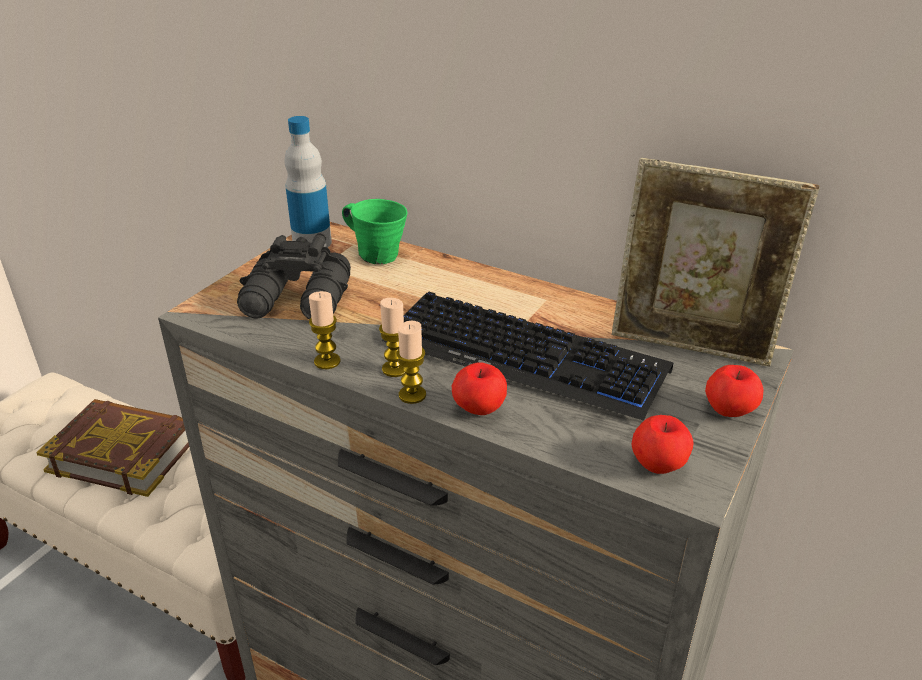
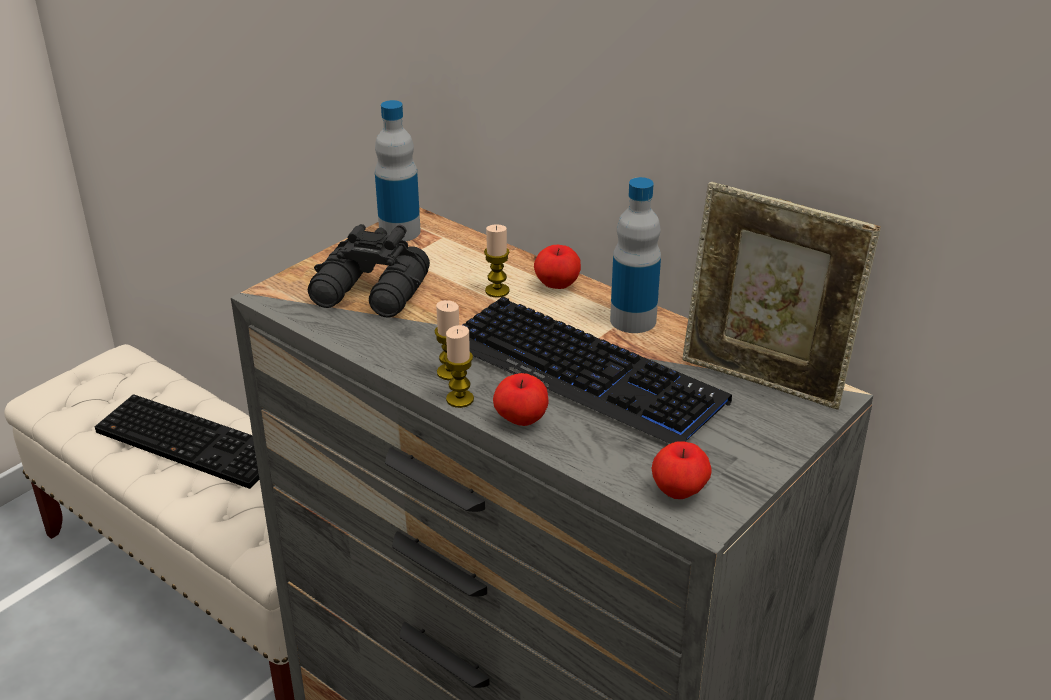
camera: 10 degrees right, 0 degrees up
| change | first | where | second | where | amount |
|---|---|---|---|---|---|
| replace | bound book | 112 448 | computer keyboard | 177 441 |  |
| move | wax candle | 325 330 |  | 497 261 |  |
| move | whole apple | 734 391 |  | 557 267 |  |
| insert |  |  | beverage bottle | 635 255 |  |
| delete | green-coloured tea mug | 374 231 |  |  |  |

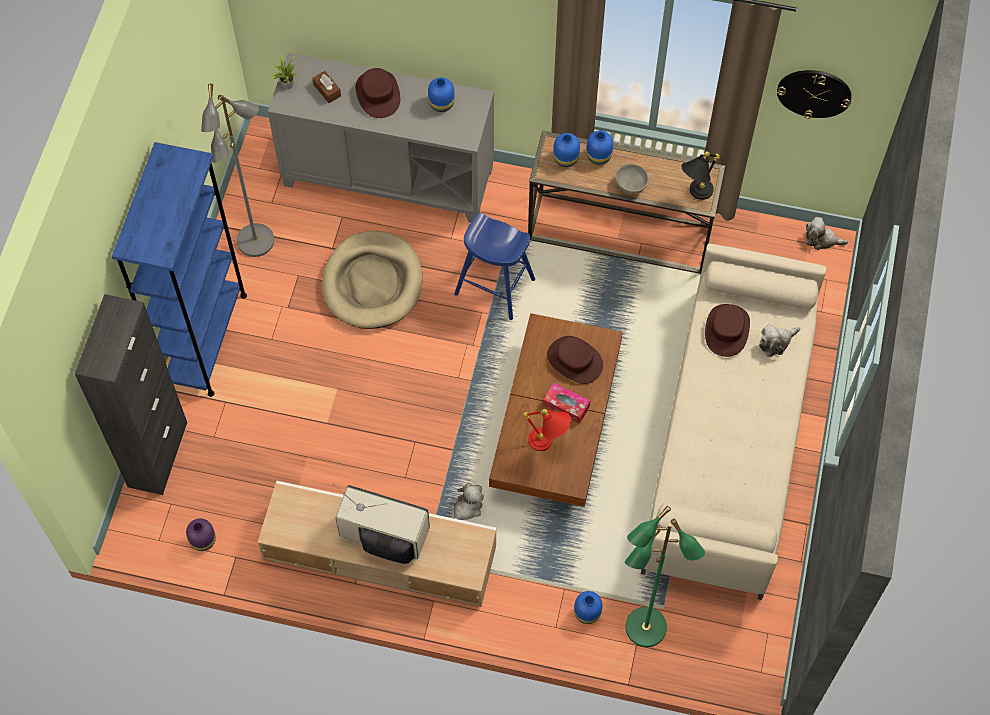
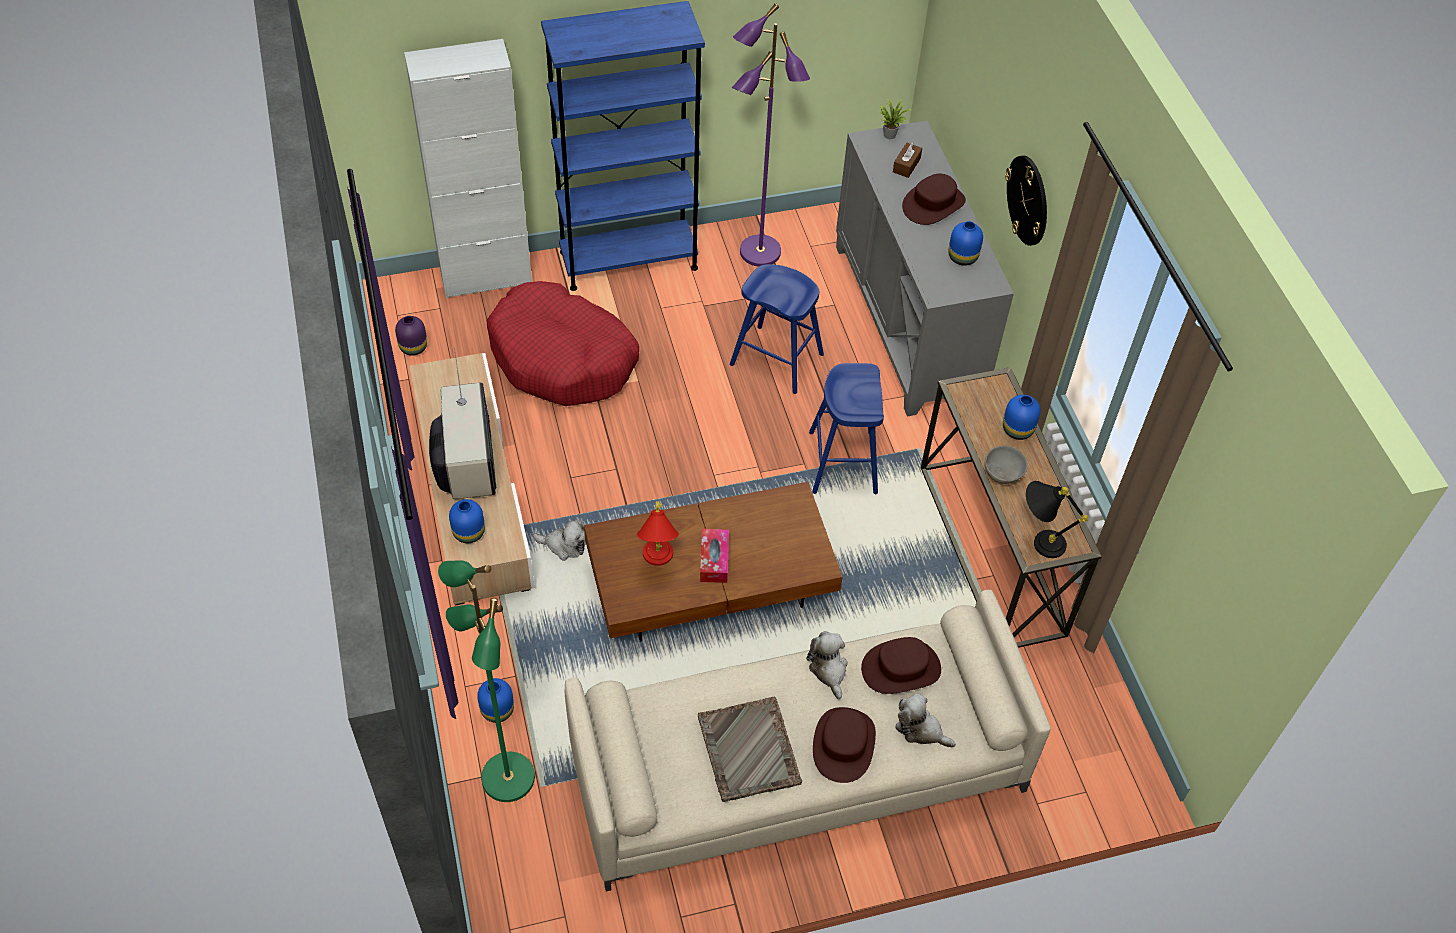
camera: 60 degrees right, 10 degrees down
| change | first | where | second | where | amount |
|---|---|---|---|---|---|
| recolor | black cupboard | 131 394 | whitish cupboard | 468 169 |  |
| move | bluish vase | 566 150 |  | 467 521 |  |
| insert |  |  | red pet bed | 563 343 |  |
| insert |  |  | gray carrying tray | 750 749 |  |
| replace | beige-coloured pet bed | 372 280 | bluish stool seat | 777 329 |  |
| recolor | gray standard lamp | 237 170 | purple standard lamp | 771 135 |  |
| move | soft toy | 826 233 |  | 826 665 |  |
| move | brownish hat | 575 360 |  | 844 745 |  |
| move | wall clock | 814 94 |  | 1026 200 |  |

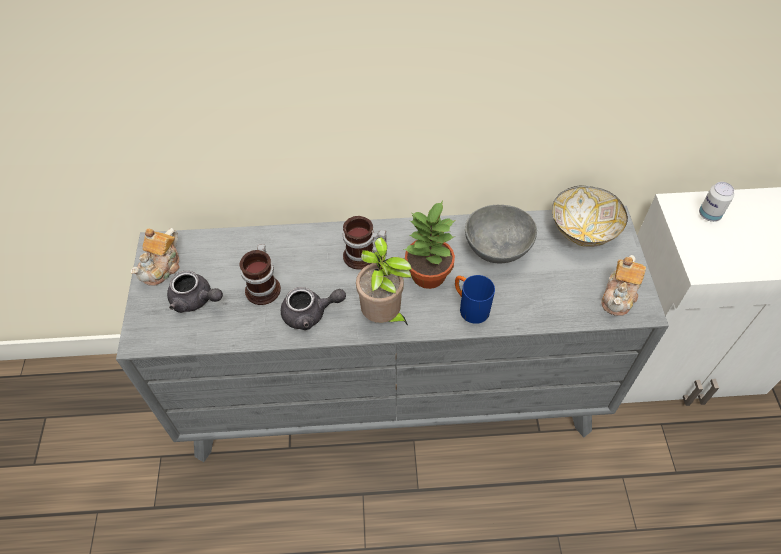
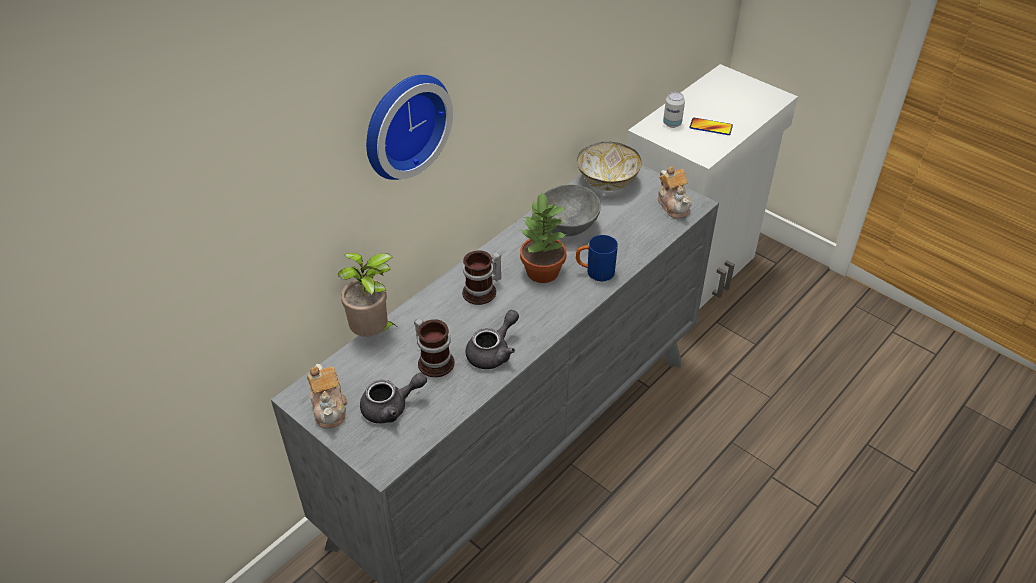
camera: 45 degrees left, 10 degrees down
| change | first | where | second | where | amount |
|---|---|---|---|---|---|
| move | plant in a pot | 384 281 |  | 367 295 |  |
| insert |  |  | wall clock | 409 127 |  |
| insert |  |  | phone | 711 126 |  |

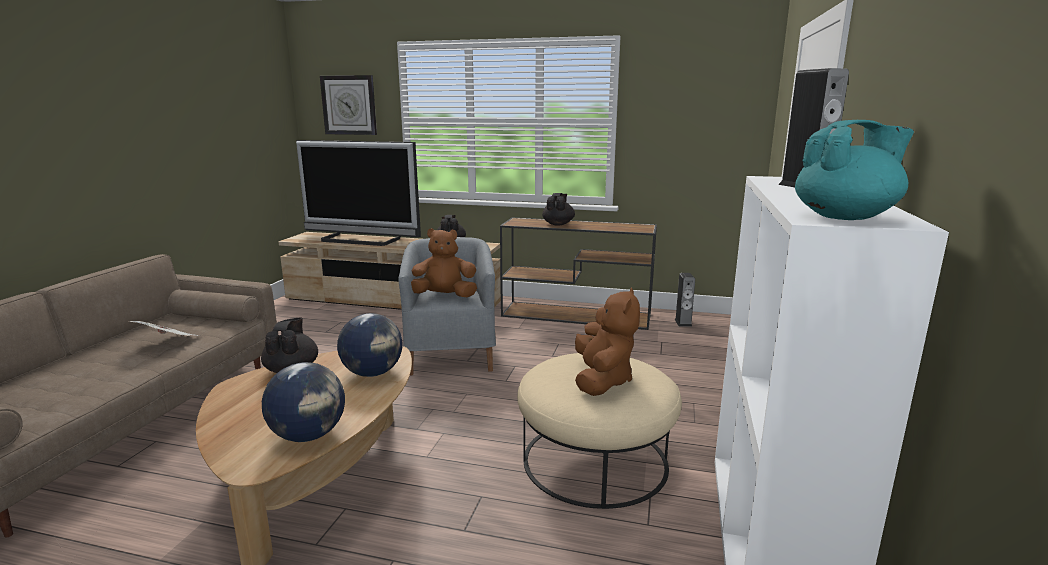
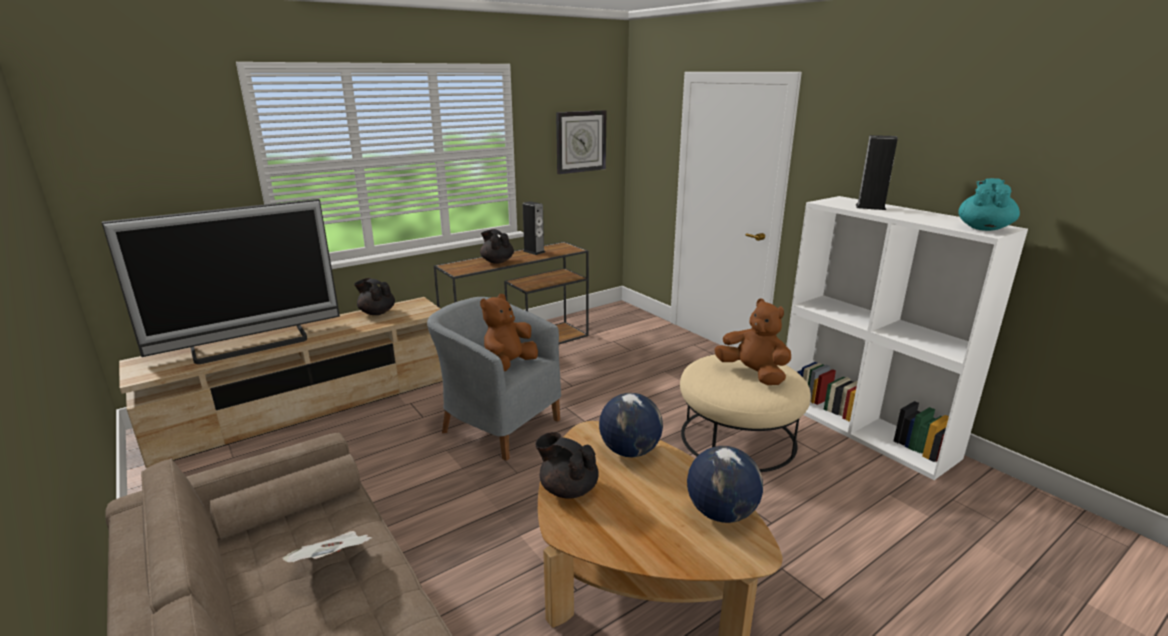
camera: 50 degrees left, 5 degrees up
| change | first | where | second | where | amount |
|---|---|---|---|---|---|
| move | audio speaker | 684 300 |  | 534 228 |  |
| move | wall clock | 348 105 |  | 581 142 |  |

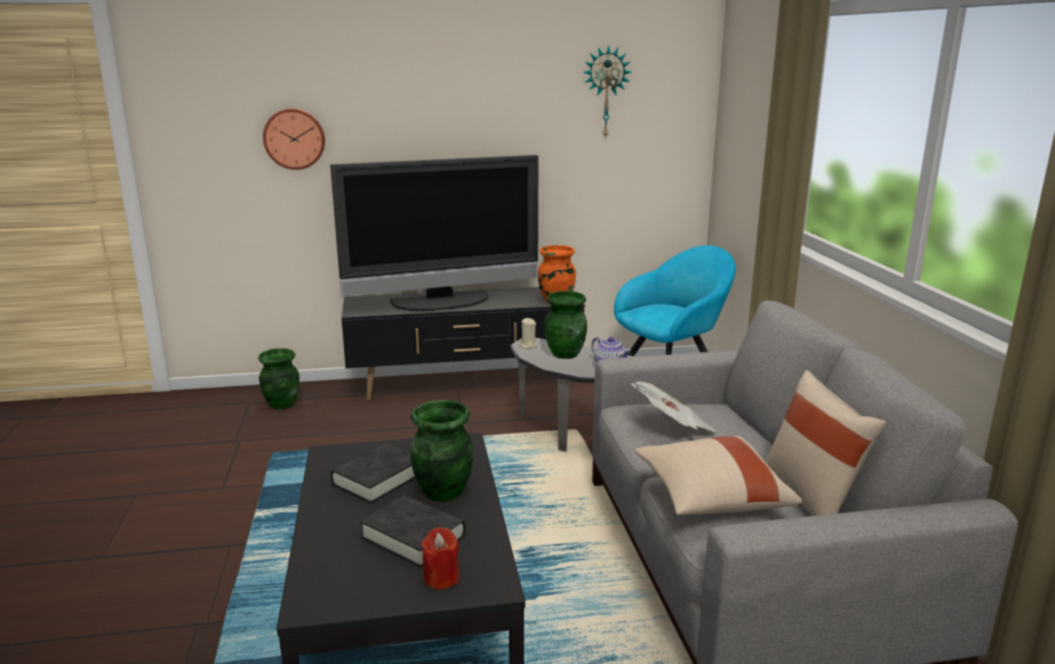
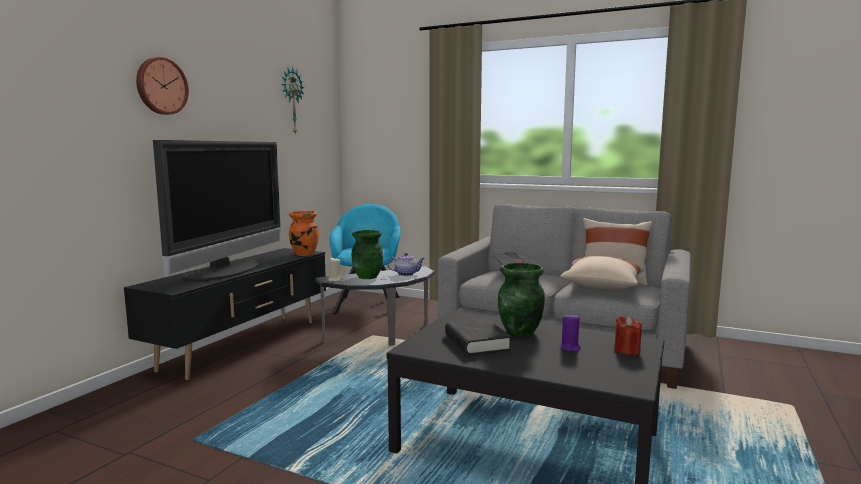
camera: 55 degrees left, 10 degrees down
| change | first | where | second | where | amount |
|---|---|---|---|---|---|
| move | wall clock | 294 139 |  | 162 86 |  |
| replace | black bound book | 413 531 | purple wax candle | 570 332 |  |
| delete | green-coloured vase | 278 378 |  |  |  |

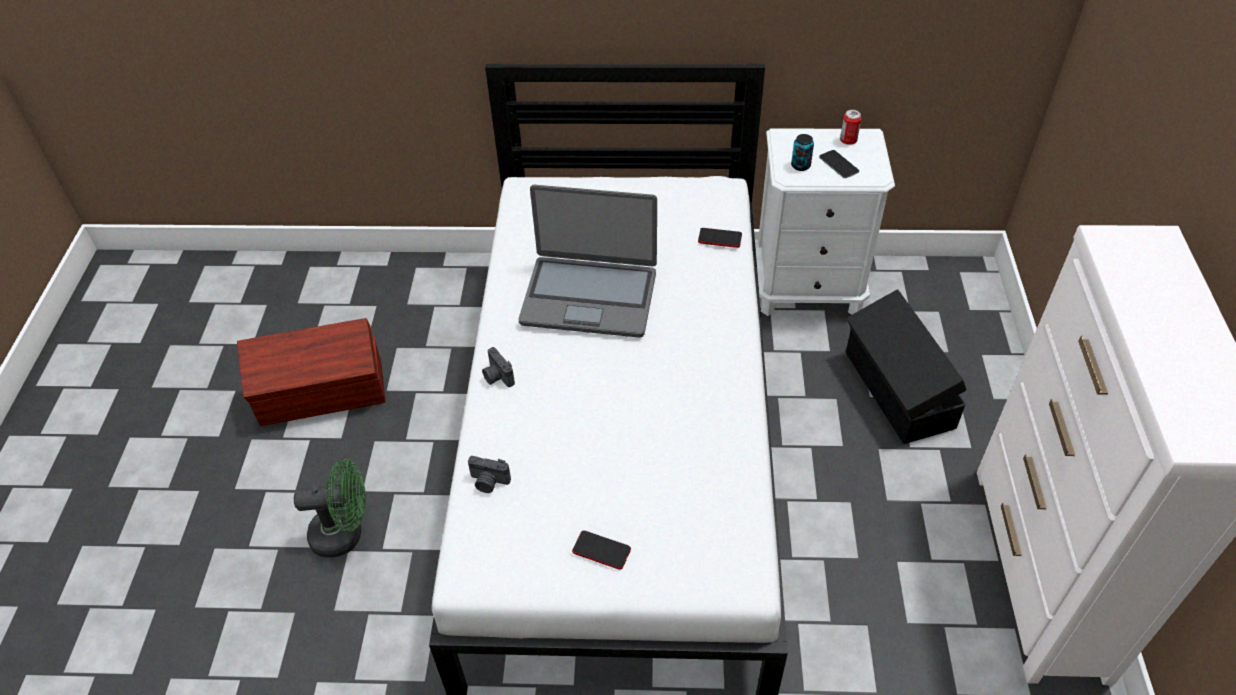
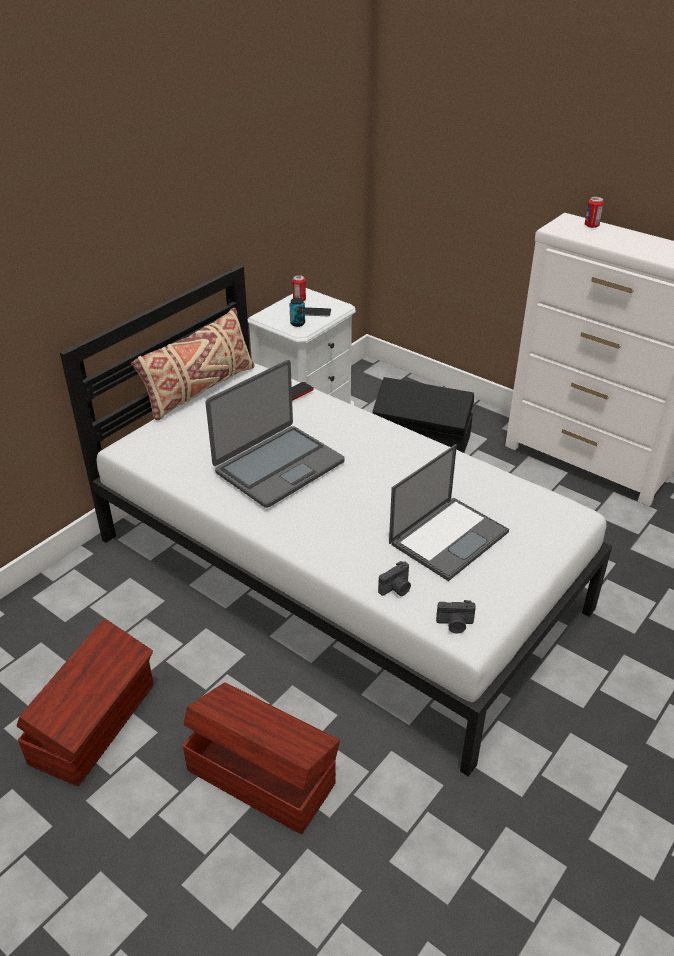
camera: 55 degrees left, 10 degrees down
| change | first | where | second | where | amount |
|---|---|---|---|---|---|
| insert |  |  | beige-coloured throw pillow | 193 364 |  |
| replace | green-coloured electric fan | 330 508 | brownish storage bin | 261 758 |  |
| insert |  |  | portable computer | 449 512 |  |
| move | photo camera | 498 367 |  | 456 617 |  |
| insert |  |  | metal can | 594 212 |  |
| delete | phone | 601 550 |  |  |  |

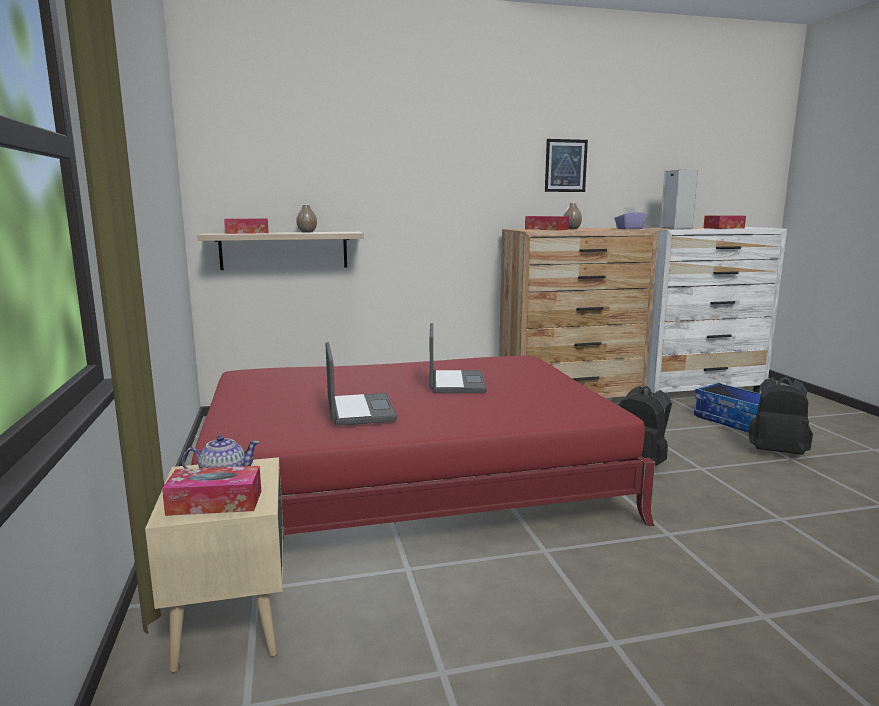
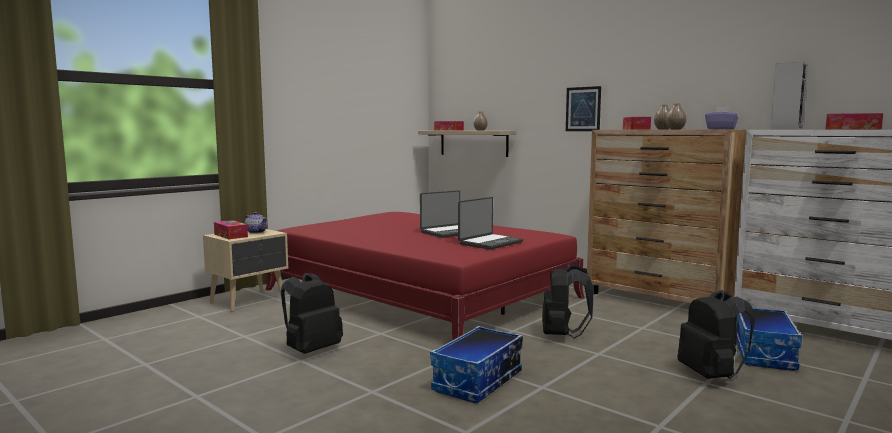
camera: 55 degrees right, 5 degrees down
| change | first | where | second | where | amount |
|---|---|---|---|---|---|
| insert |  |  | black backpack | 312 313 |  |
| insert |  |  | storage bin | 476 364 |  |
| move | portable computer | 362 384 |  | 490 223 |  |
| move | wall picture | 566 165 |  | 583 108 |  |
| insert |  |  | vase | 676 116 |  |

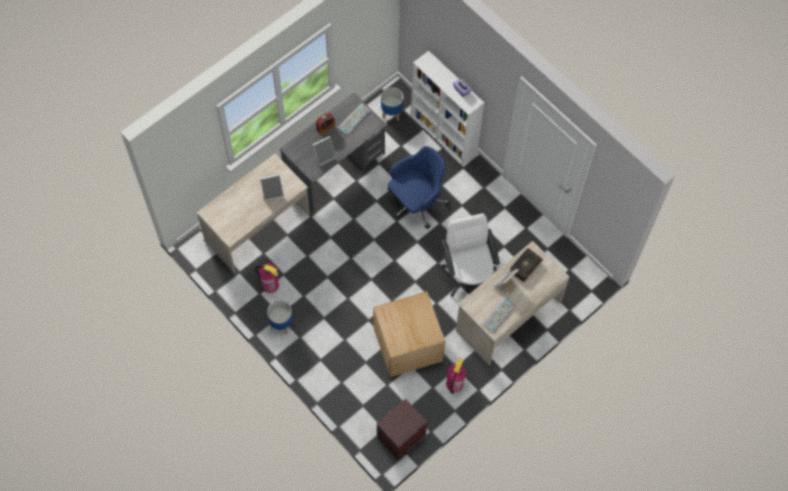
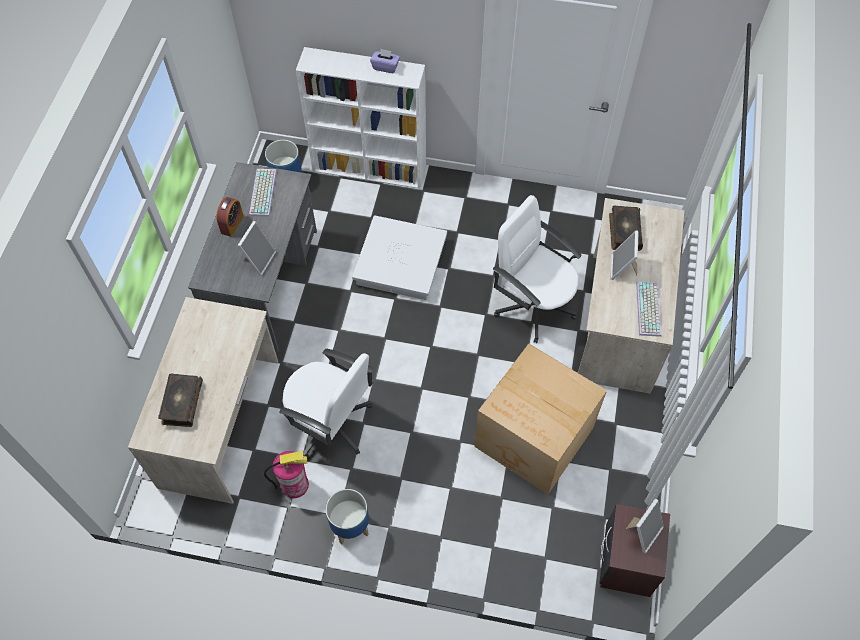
camera: 35 degrees left, 5 degrees down
| change | first | where | second | where | amount |
|---|---|---|---|---|---|
| insert |  |  | bound book | 180 400 |  |
| insert |  |  | whitish computer chair | 326 404 |  |
| replace | bluish computer chair | 419 187 | whitish storage bin | 399 257 |  |
| move | standing frame | 272 187 |  | 645 526 |  |
| delete | fire extinguisher | 456 376 |  |  |  |

